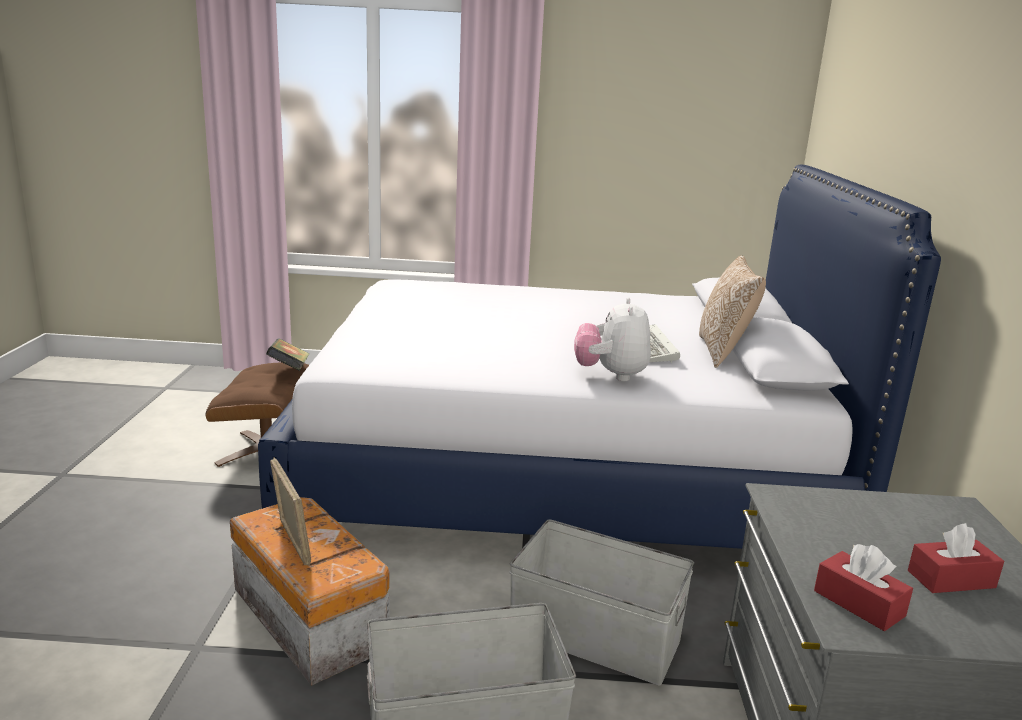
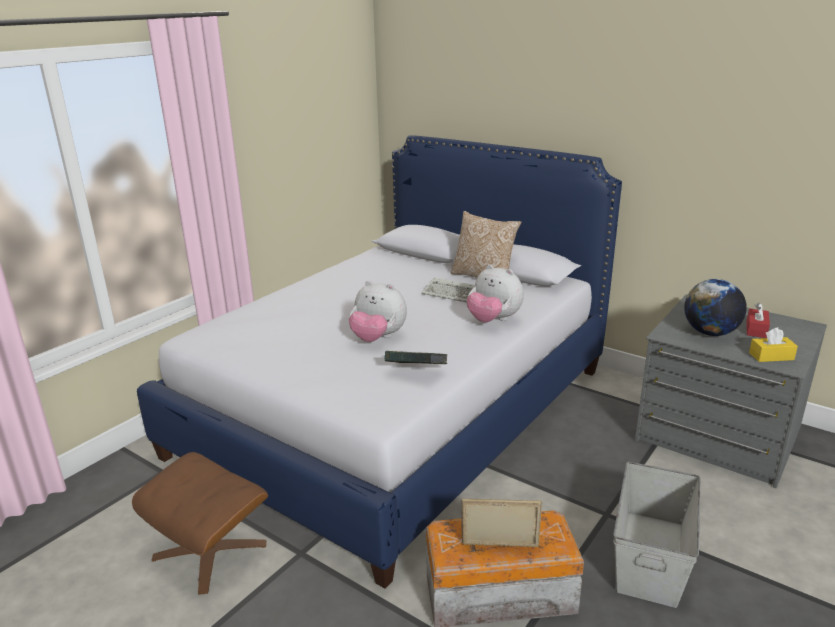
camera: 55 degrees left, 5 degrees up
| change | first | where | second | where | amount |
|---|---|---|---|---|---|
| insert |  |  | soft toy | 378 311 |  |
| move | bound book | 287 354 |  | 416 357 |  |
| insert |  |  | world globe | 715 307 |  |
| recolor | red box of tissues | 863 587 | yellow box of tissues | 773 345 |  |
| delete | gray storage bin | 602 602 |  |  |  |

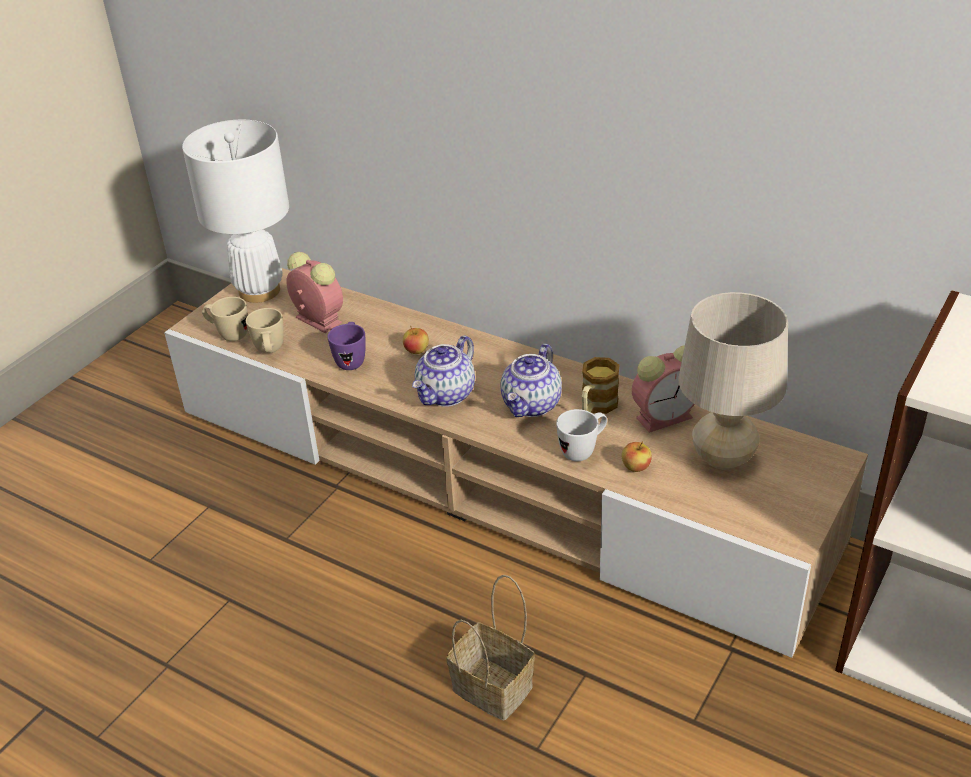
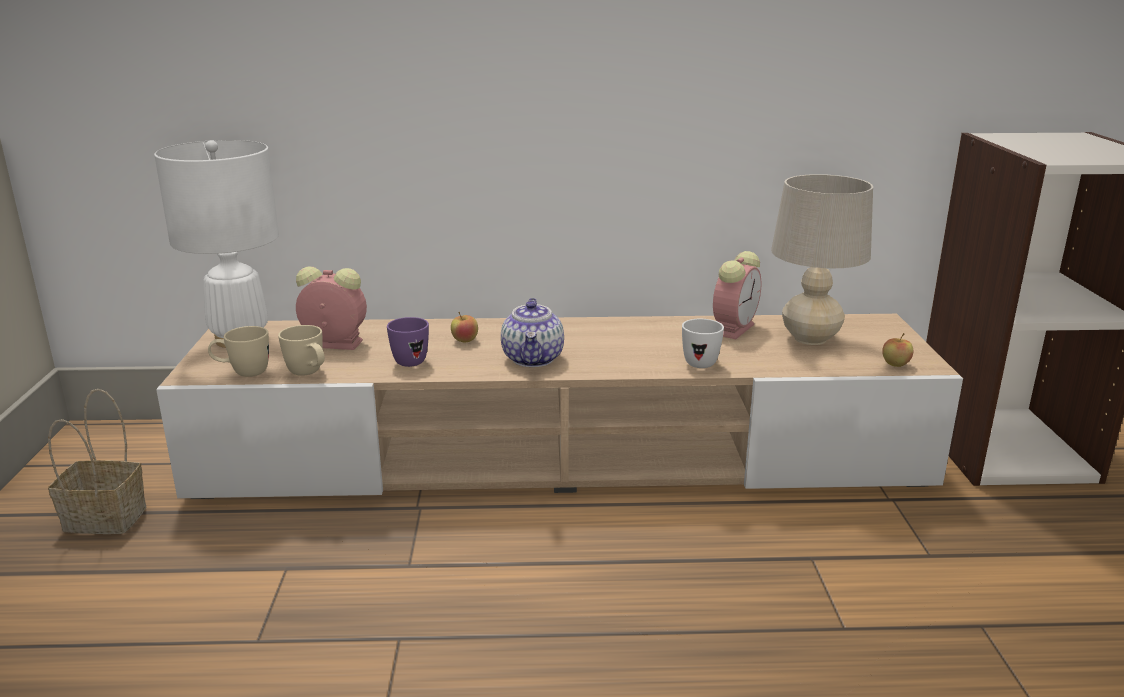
camera: 35 degrees left, 15 degrees down
| change | first | where | second | where | amount |
|---|---|---|---|---|---|
| move | basket | 490 648 |  | 97 461 |  |
| move | whole apple | 637 456 |  | 897 350 |  |
| delete | tea pot | 531 380 |  |  |  |
| delete | tea mug | 601 385 |  |  |  |

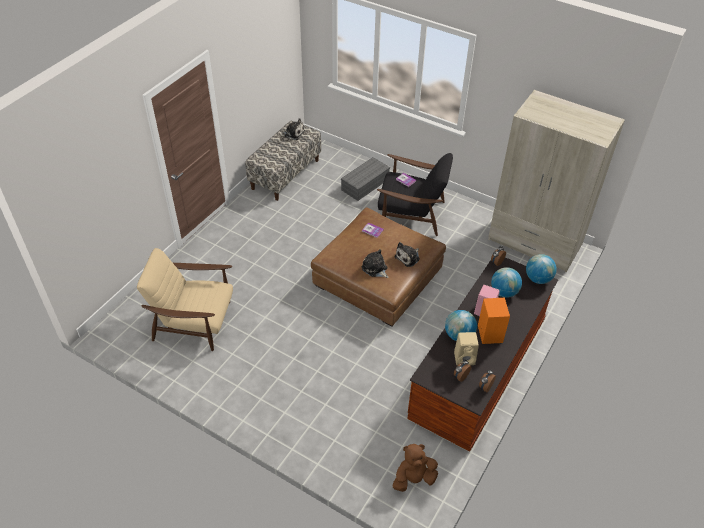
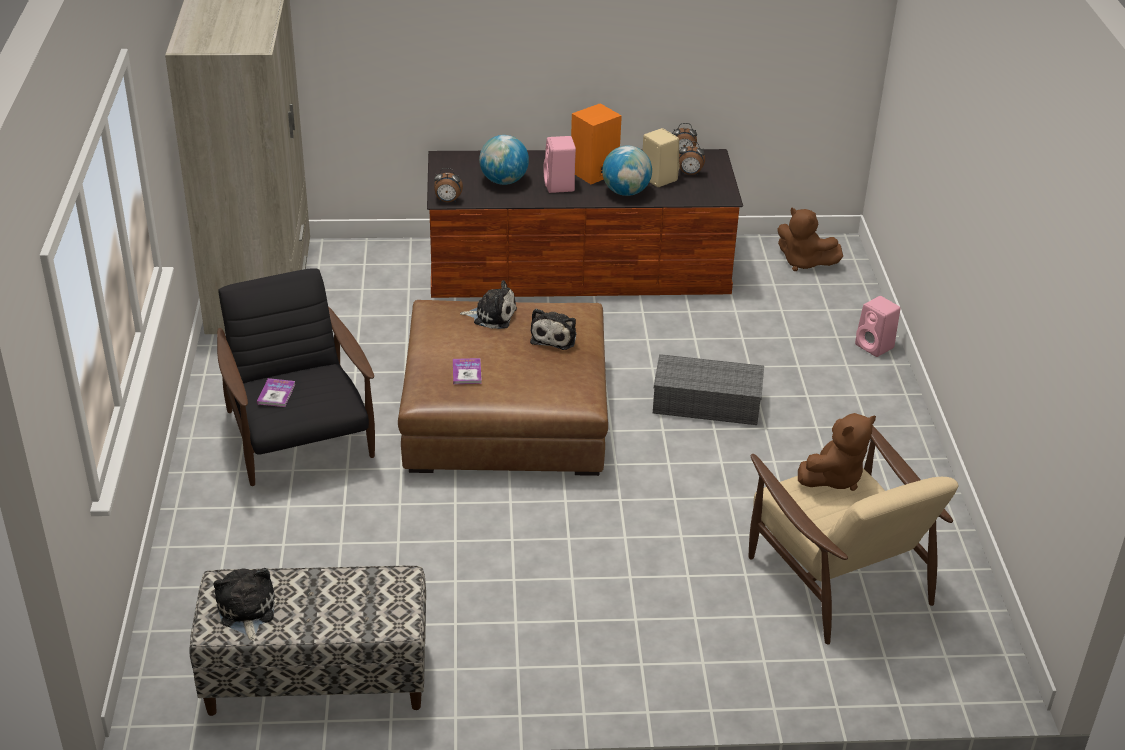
camera: 125 degrees left, 10 degrees down
| change | first | where | second | where | amount |
|---|---|---|---|---|---|
| move | gray storage bin | 365 179 |  | 708 389 |  |
| insert |  |  | brownish soft toy | 837 452 |  |
| insert |  |  | pink audio speaker | 877 326 |  |
| delete | world globe | 541 269 |  |  |  |

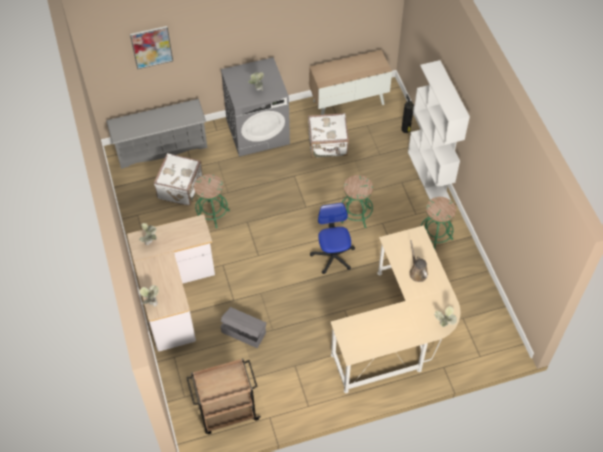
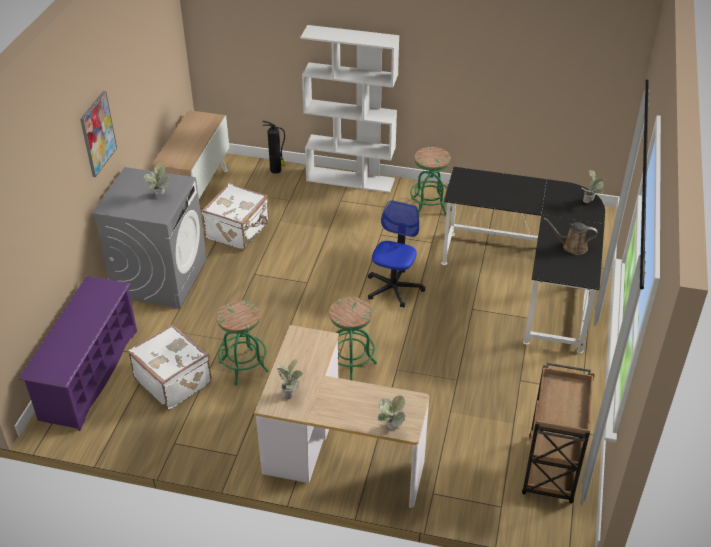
camera: 60 degrees left, 15 degrees down
| change | first | where | second | where | amount |
|---|---|---|---|---|---|
| recolor | gray shoe rack | 156 134 | purple shoe rack | 77 353 |  |
| move | wall picture | 151 47 |  | 98 134 |  |
| move | green-coloured stool seat | 357 201 |  | 353 339 |  |
| rotate | computer chair | 332 238 |  | 396 254 | 90 degrees clockwise |
| recolor | beige-coloured desk table | 395 309 | black desk table | 523 260 |  |
| move | brownish watering can | 418 261 |  | 570 236 |  |
| delete | gray storage bin | 243 327 |  |  |  |

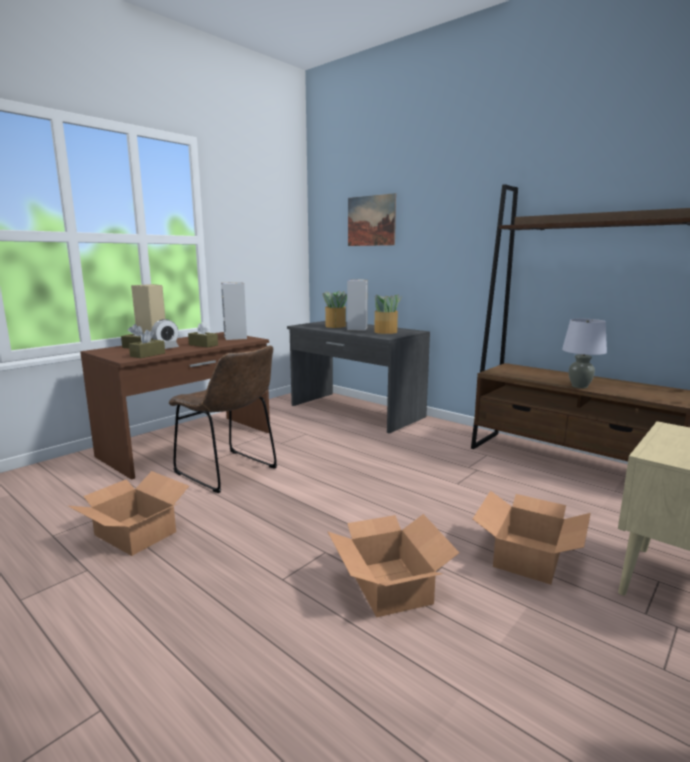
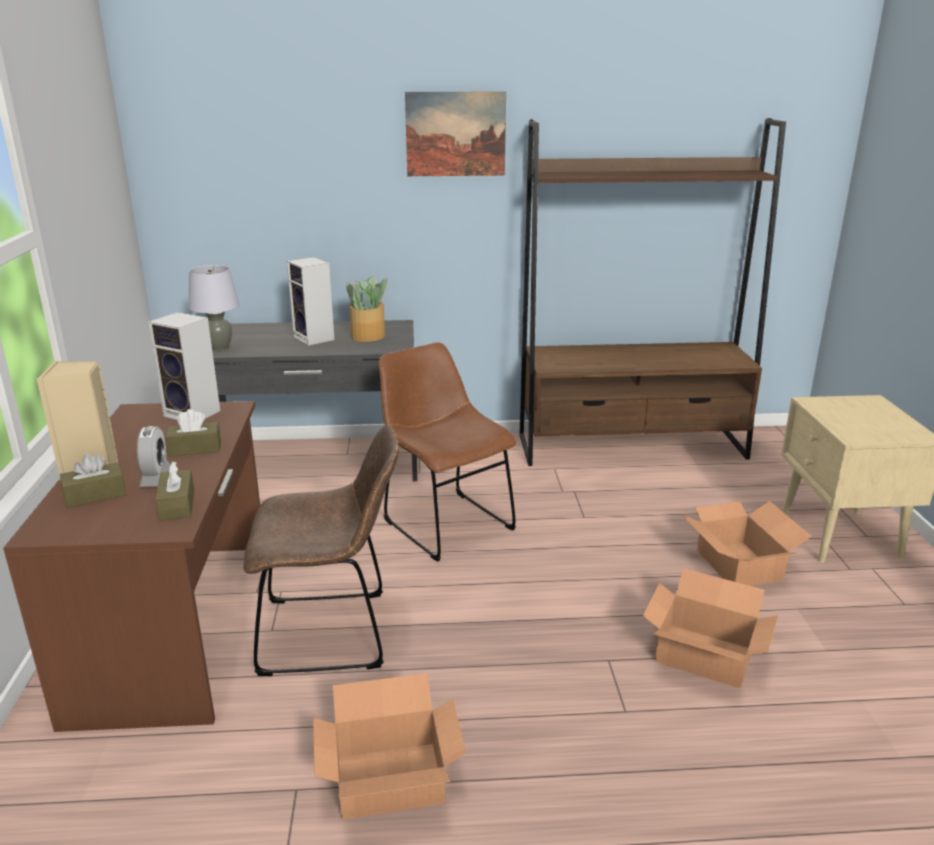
camera: 45 degrees left, 10 degrees up
| change | first | where | second | where | amount |
|---|---|---|---|---|---|
| move | gray tabletop lamp | 584 353 |  | 213 308 |  |
| insert |  |  | brownish plain chair | 447 452 |  |
| move | wall picture | 372 219 |  | 455 134 |  |
| delete | plant in a pot | 335 309 |  |  |  |

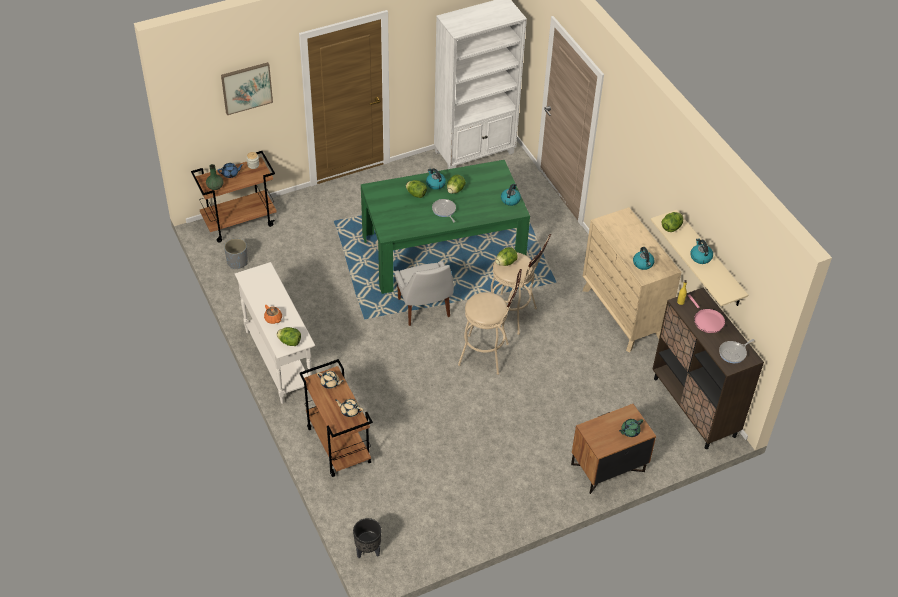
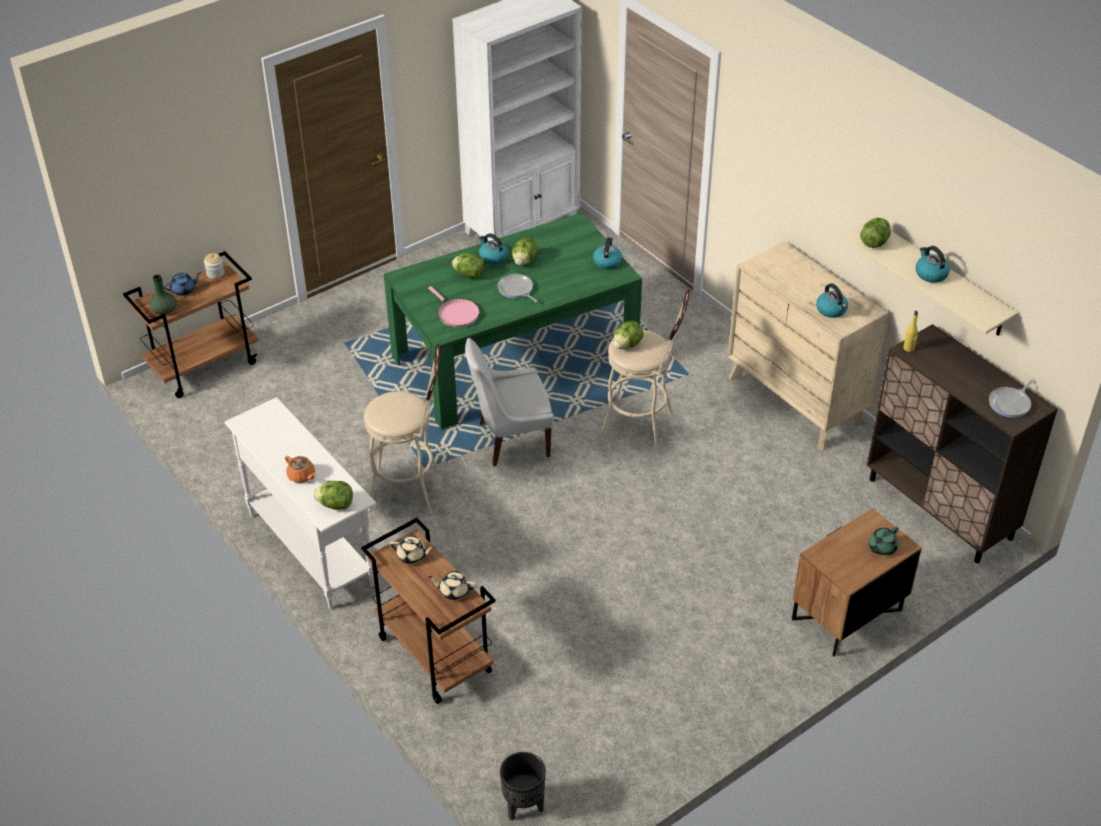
camera: 10 degrees left, 5 degrees down
| change | first | where | second | where | amount |
|---|---|---|---|---|---|
| move | beige-coloured stool seat | 490 322 |  | 402 429 |  |
| move | pink skillet | 706 313 |  | 454 306 |  |
| rotate | whitish plain chair | 424 293 |  | 509 402 | 105 degrees clockwise |
| delete | wall picture | 247 88 |  |  |  |
| delete | gray flower pot | 236 253 |  |  |  |

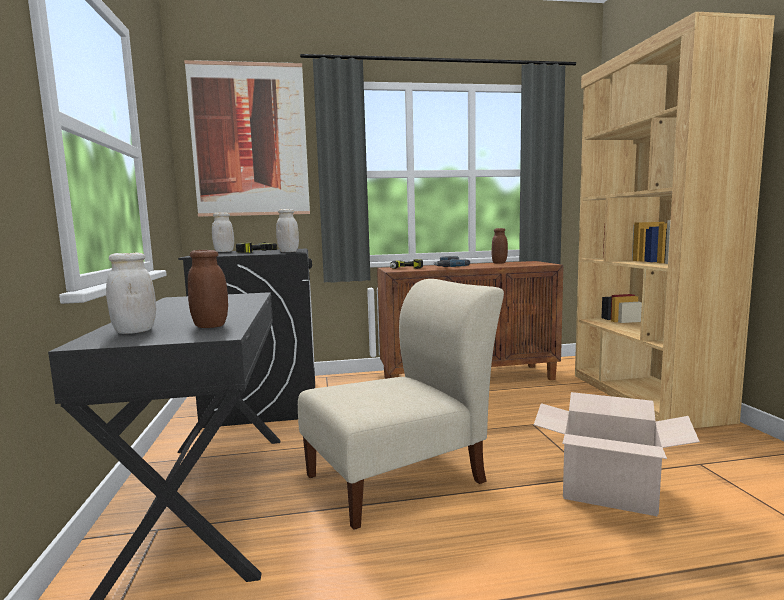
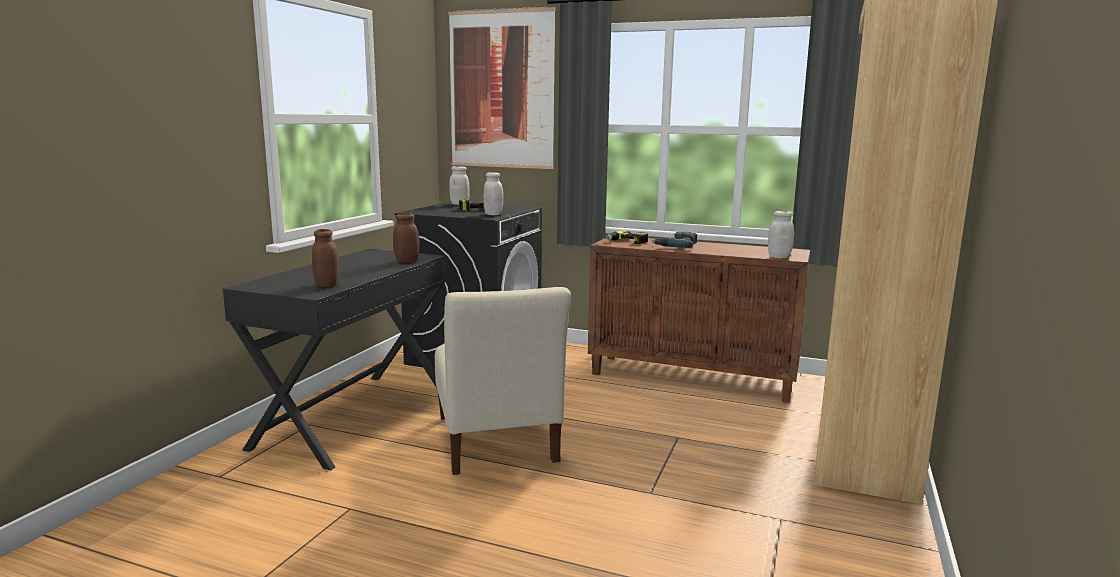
camera: 30 degrees right, 5 degrees up
| change | first | where | second | where | amount |
|---|---|---|---|---|---|
| move | brownish jar | 500 246 |  | 406 238 |  |
| rotate | beige-coloured plain chair | 401 404 |  | 503 381 | 75 degrees clockwise |
| move | whitish jar | 131 293 |  | 781 234 |  |
| delete | cardboard box | 617 454 |  |  |  |

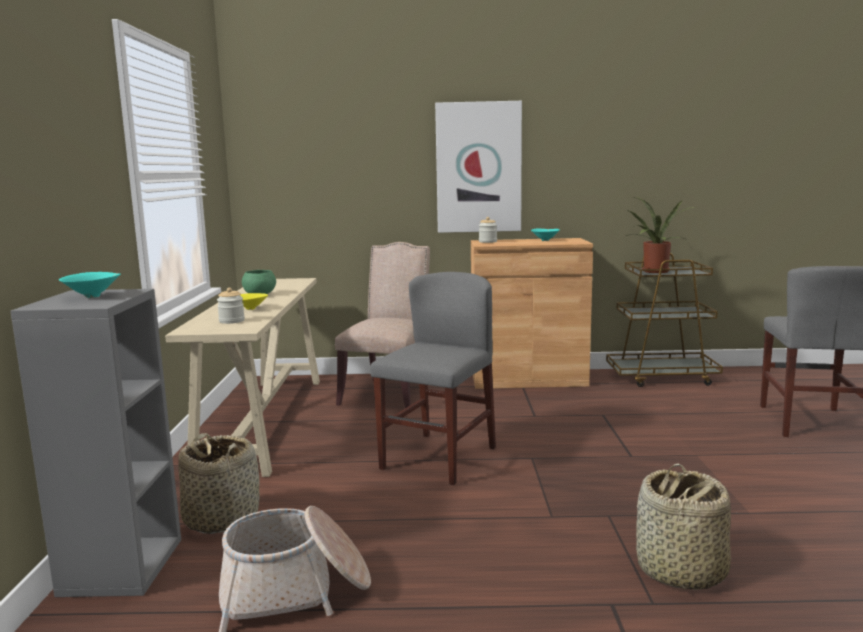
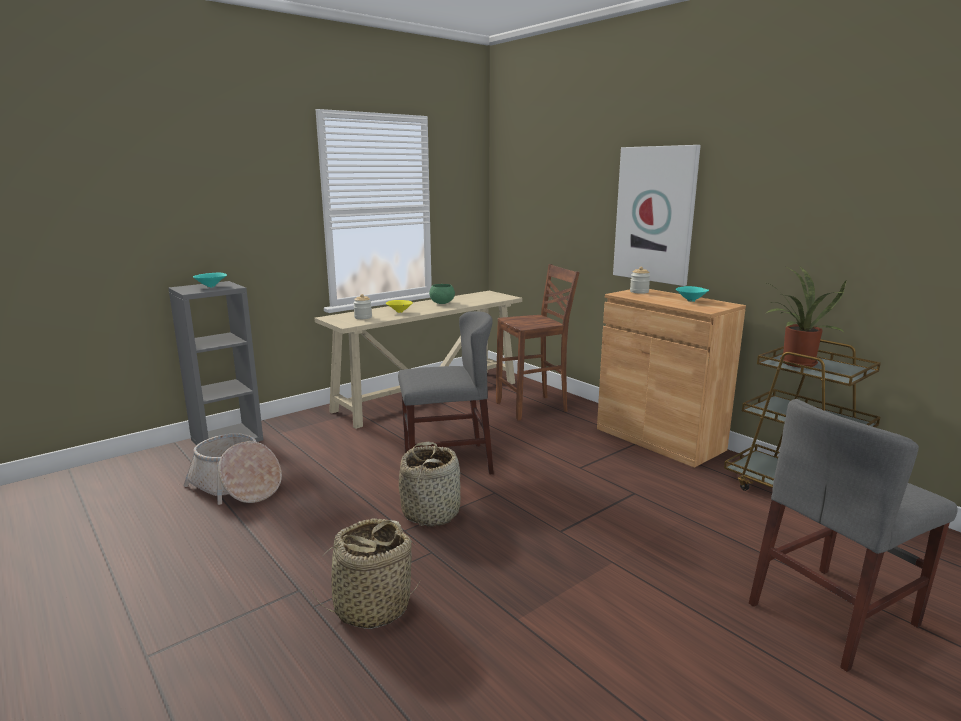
camera: 50 degrees right, 5 degrees up
| change | first | where | second | where | amount |
|---|---|---|---|---|---|
| move | basket | 219 483 |  | 429 484 |  |
| replace | beige-coloured plain chair | 382 325 | brownish stool seat | 538 342 |  |

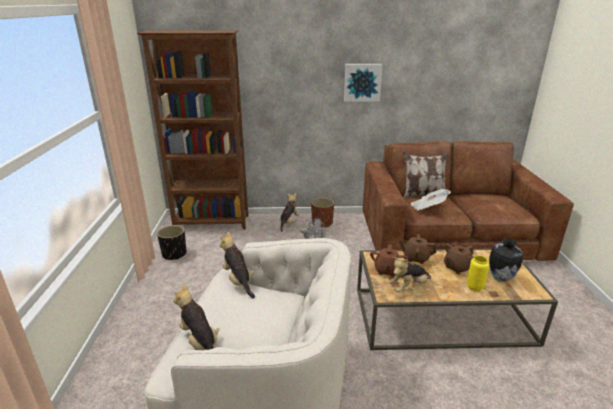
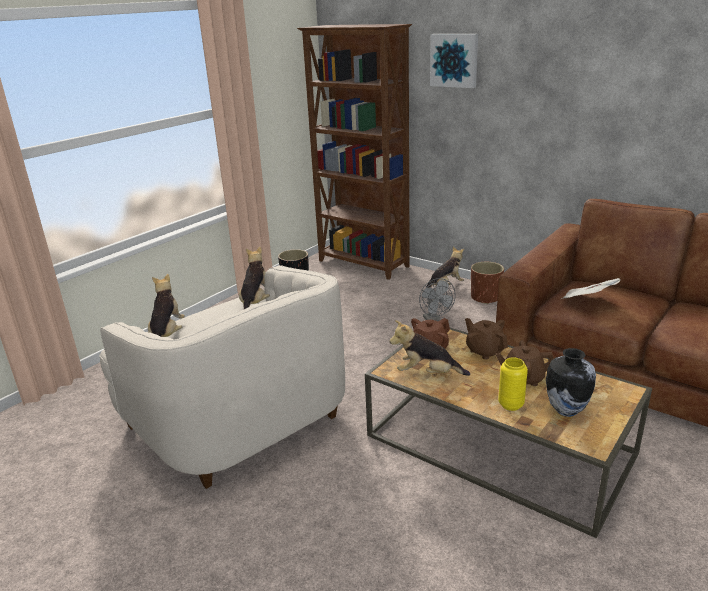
camera: 40 degrees right, 0 degrees up
| change | first | where | second | where | amount |
|---|---|---|---|---|---|
| move | wall picture | 363 83 |  | 454 61 |  |
| delete | throw pillow | 425 175 |  |  |  |

